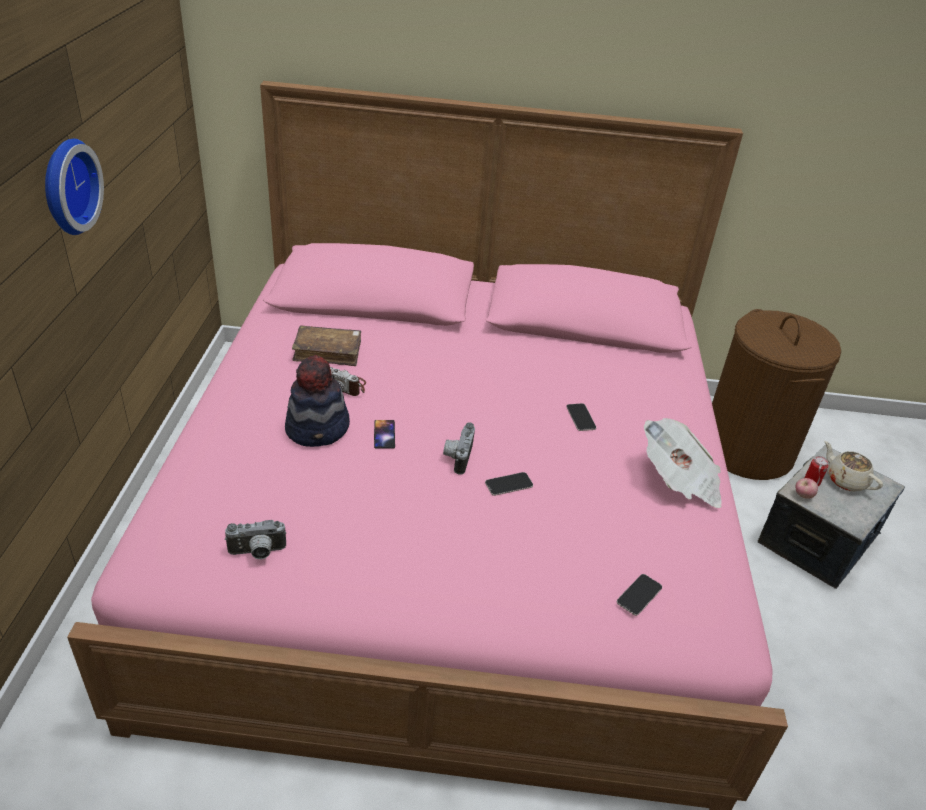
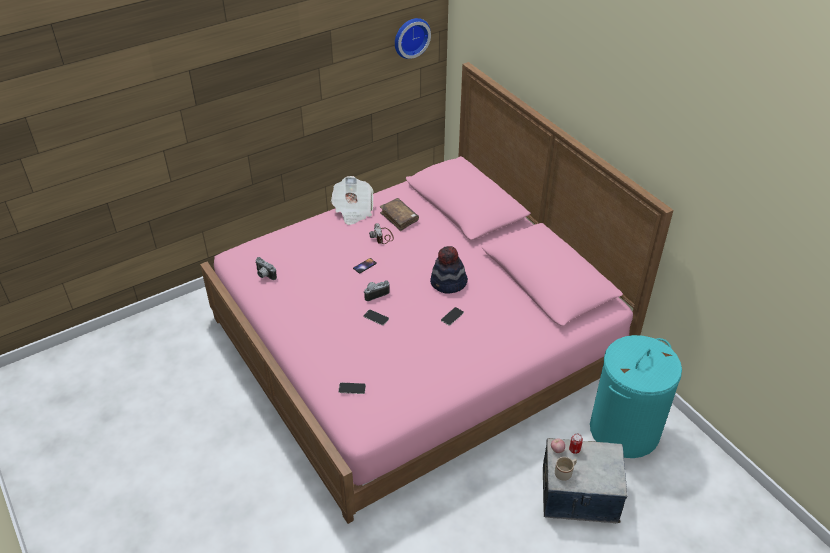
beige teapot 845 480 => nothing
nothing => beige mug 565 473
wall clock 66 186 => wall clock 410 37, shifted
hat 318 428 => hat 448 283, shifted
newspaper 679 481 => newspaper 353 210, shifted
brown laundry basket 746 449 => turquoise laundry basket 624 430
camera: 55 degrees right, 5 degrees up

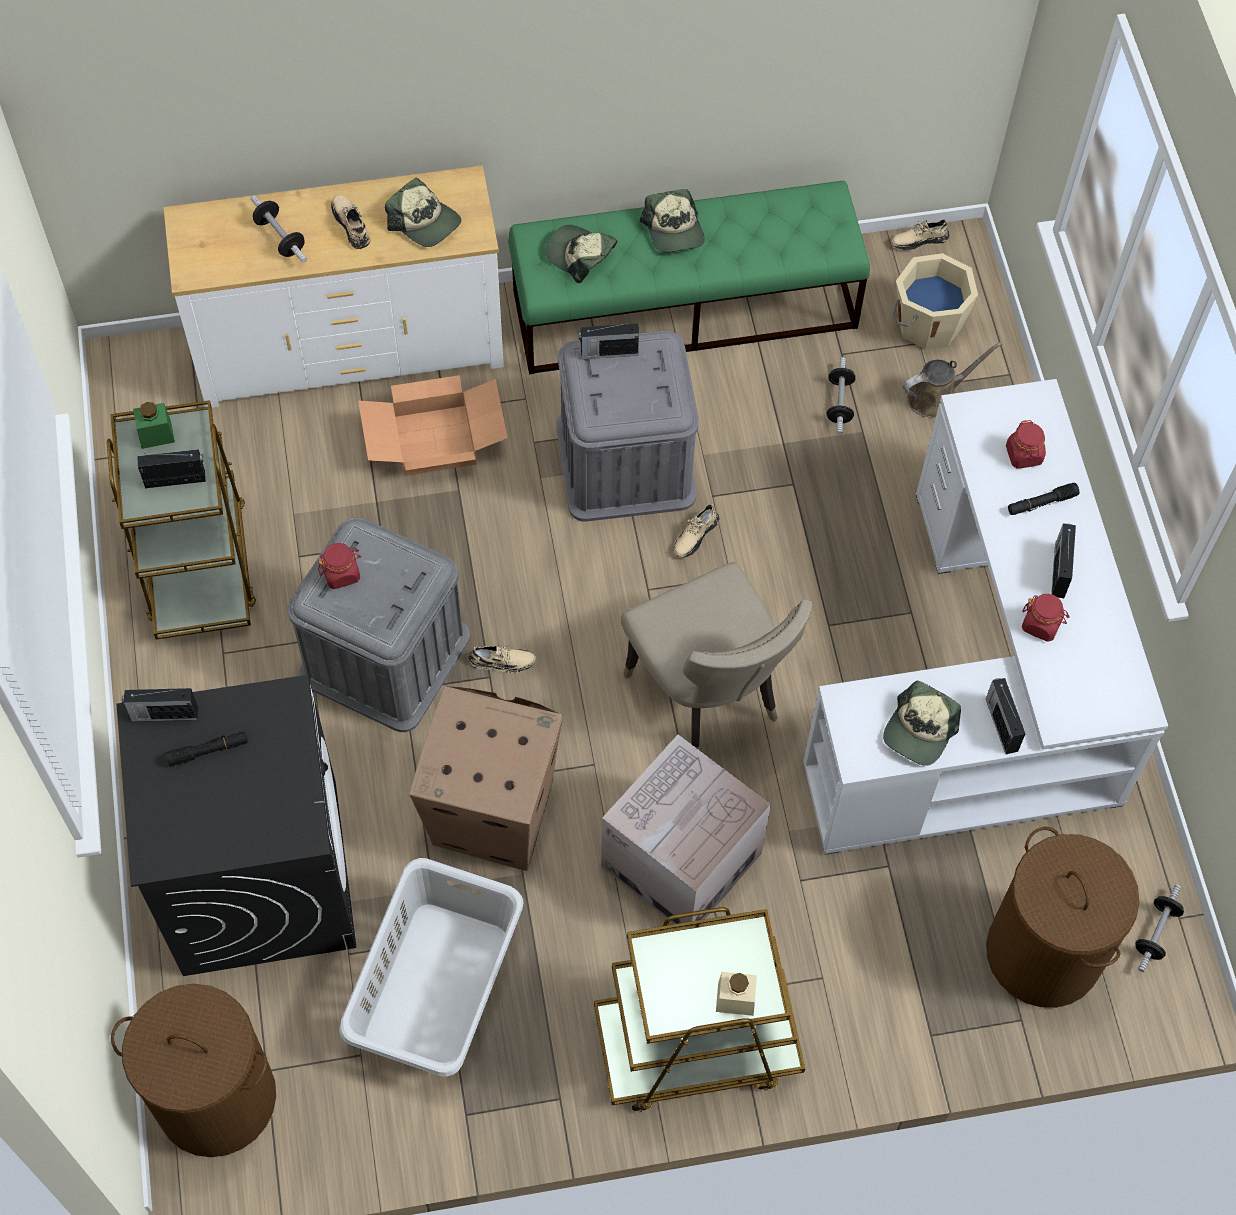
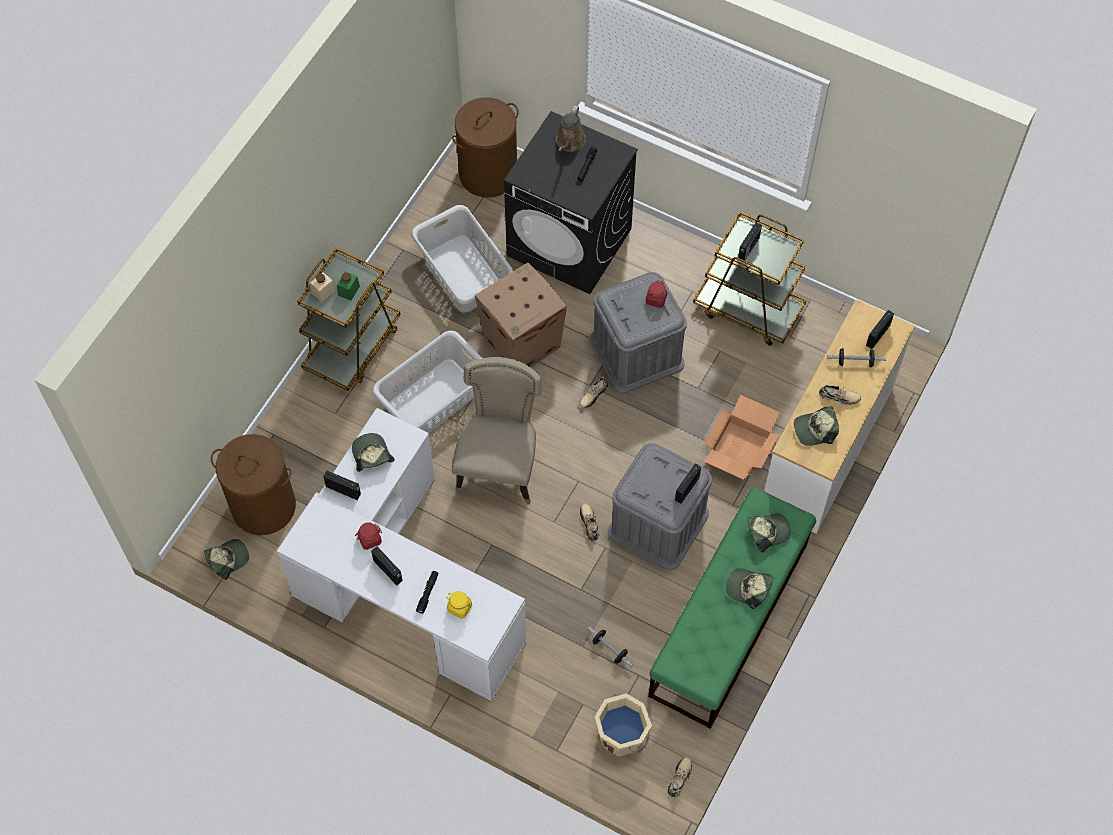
radio 163 714 => radio 878 335, shifted
green jar 156 434 => green jar 348 290, shifted
brown watering can 936 397 => brown watering can 570 142, shifted
cardboard box 681 860 => grey laundry basket 435 398
dumbbell 1156 933 => cap 228 559
red jar 1024 455 => yellow jar 459 607
beige chair 709 698 => beige chair 500 465, 90 degrees clockwise
camera: 130 degrees right, 0 degrees up

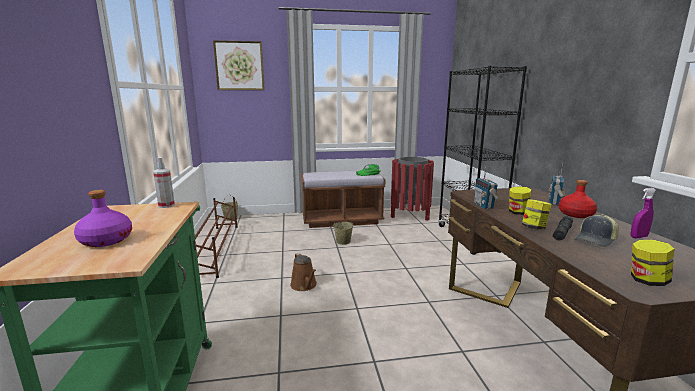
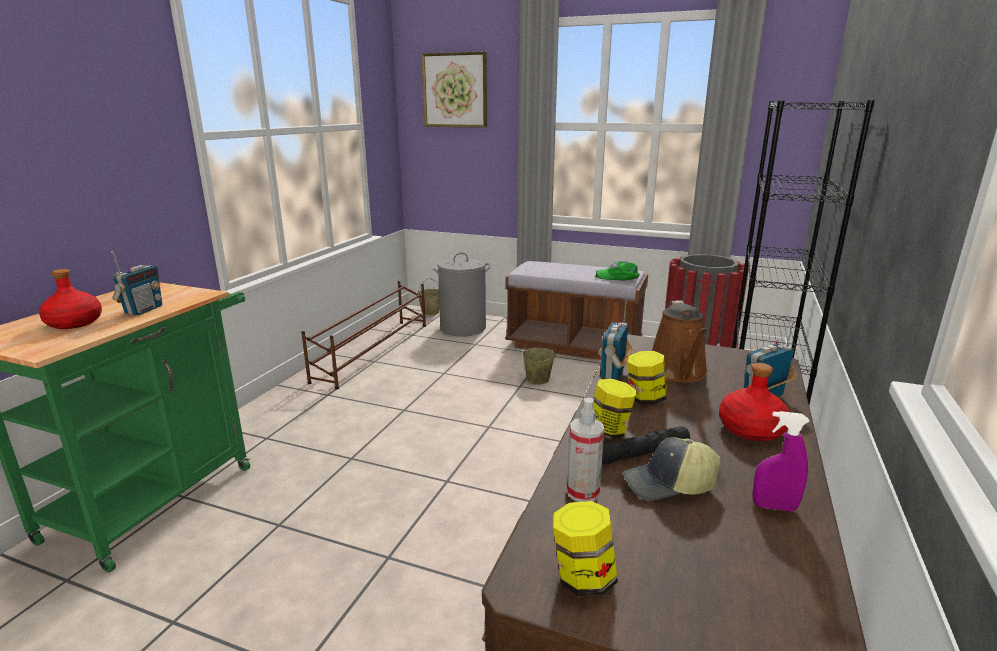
nothing => radio 143 310
nothing => grey laundry basket 463 328
spray bottle 166 205 => spray bottle 583 492, shifted
brown watering can 304 285 => brown watering can 678 373, shifted
purple bottle 105 240 => red bottle 74 323
camera: 30 degrees right, 5 degrees up

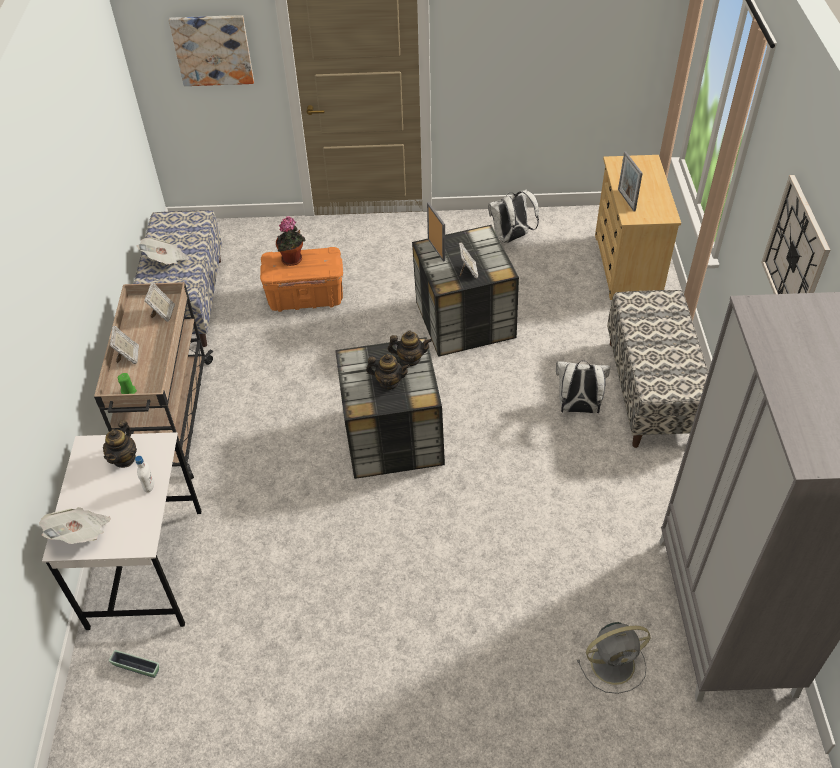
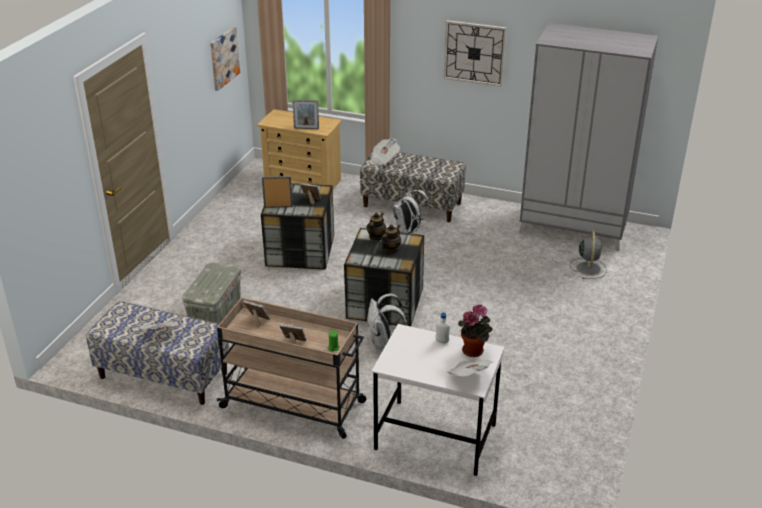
teapot 124 458 => nothing
planter 136 667 => nothing
nothing => newspaper 383 159
picture 213 50 => picture 223 58, shifted
potted plant 293 260 => potted plant 474 350, shifted
white backpack 511 238 => white backpack 383 343, shifted
orange storage box 306 297 => grey storage box 215 313
camera: 70 degrees left, 15 degrees down

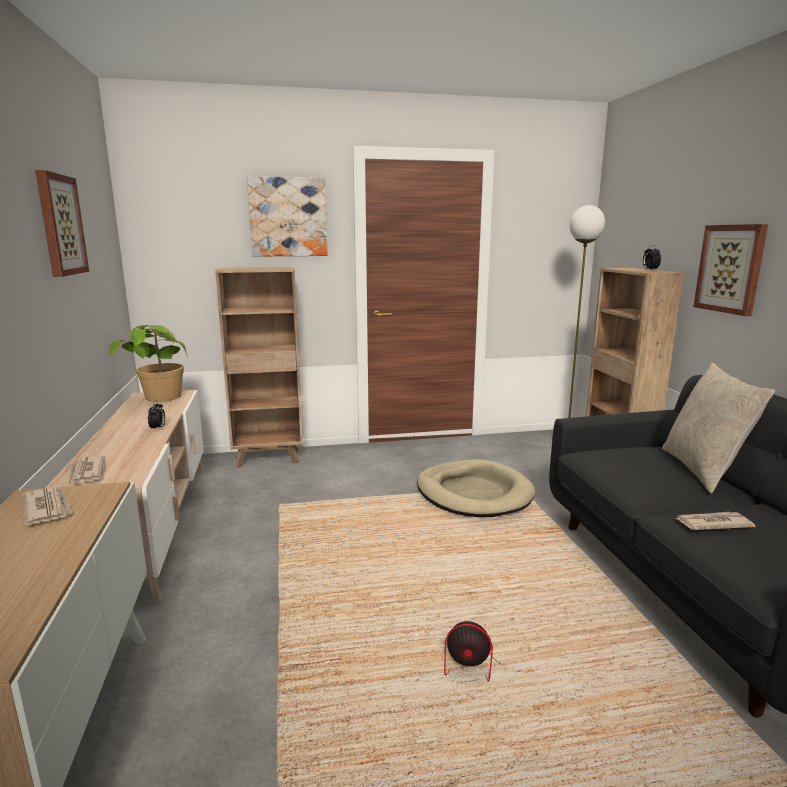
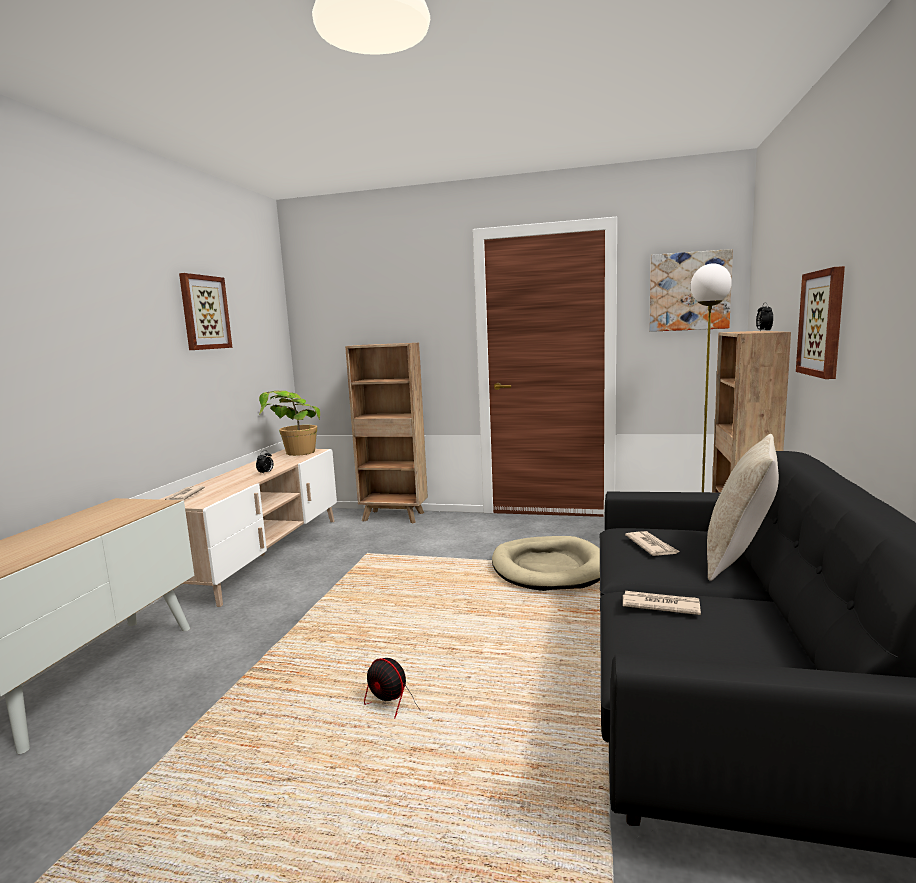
newspaper 47 508 => newspaper 651 546, shifted
picture 288 217 => picture 689 291, shifted
camera: 25 degrees right, 5 degrees down

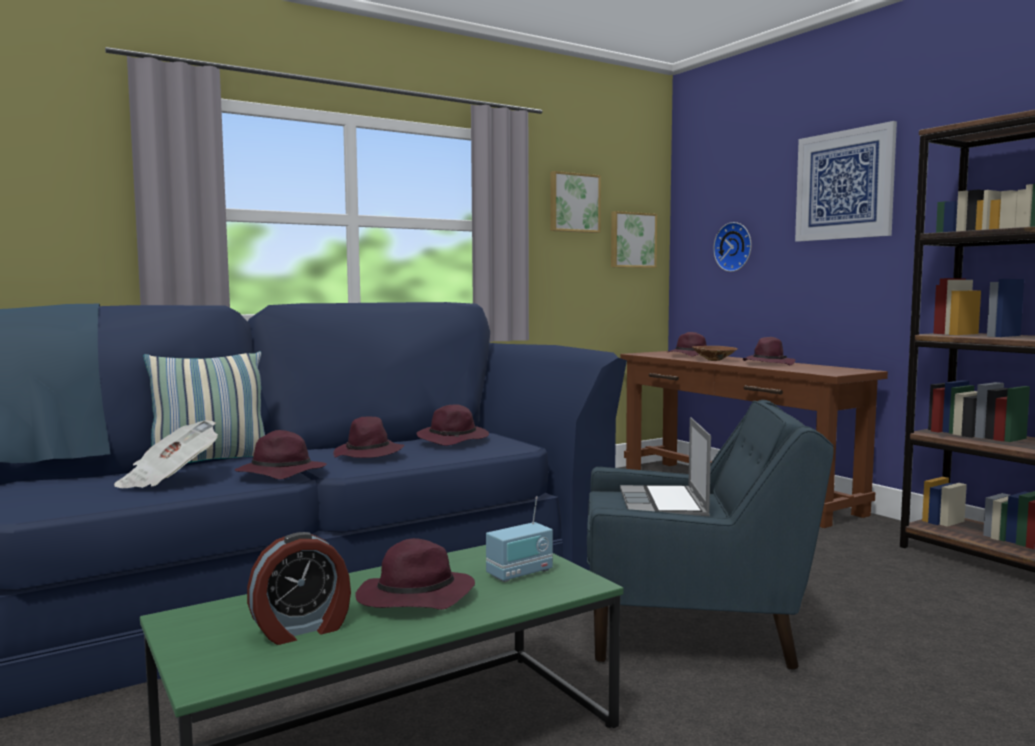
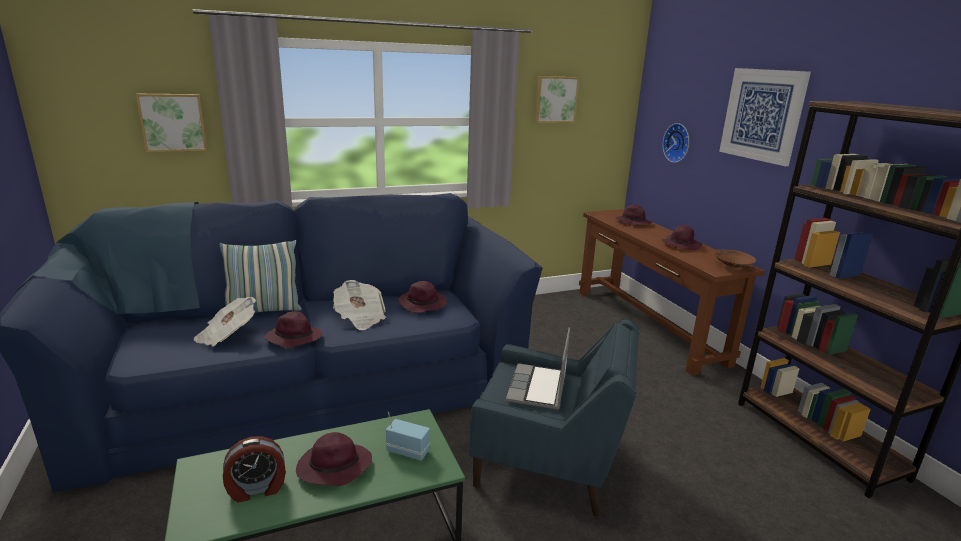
picture 632 240 => picture 173 122, shifted
brown bowl 714 360 => brown bowl 732 267, shifted
purple hat 369 454 => newspaper 360 318
radio 520 573 => radio 408 451, 135 degrees counterclockwise
camera: 10 degrees right, 15 degrees up

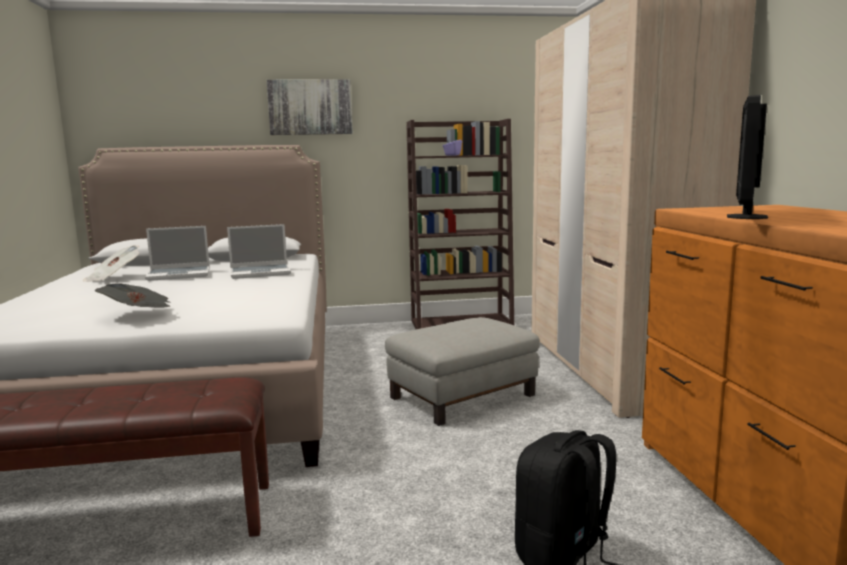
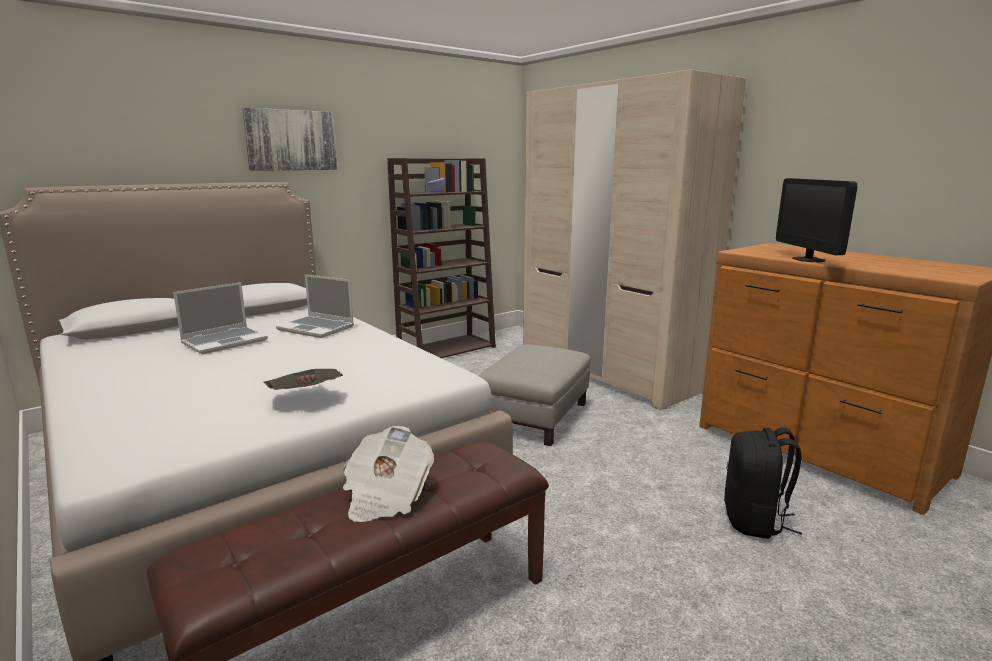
newspaper 113 278 => newspaper 386 496, shifted
laptop 261 273 => laptop 317 328, 75 degrees clockwise
camera: 30 degrees left, 5 degrees up

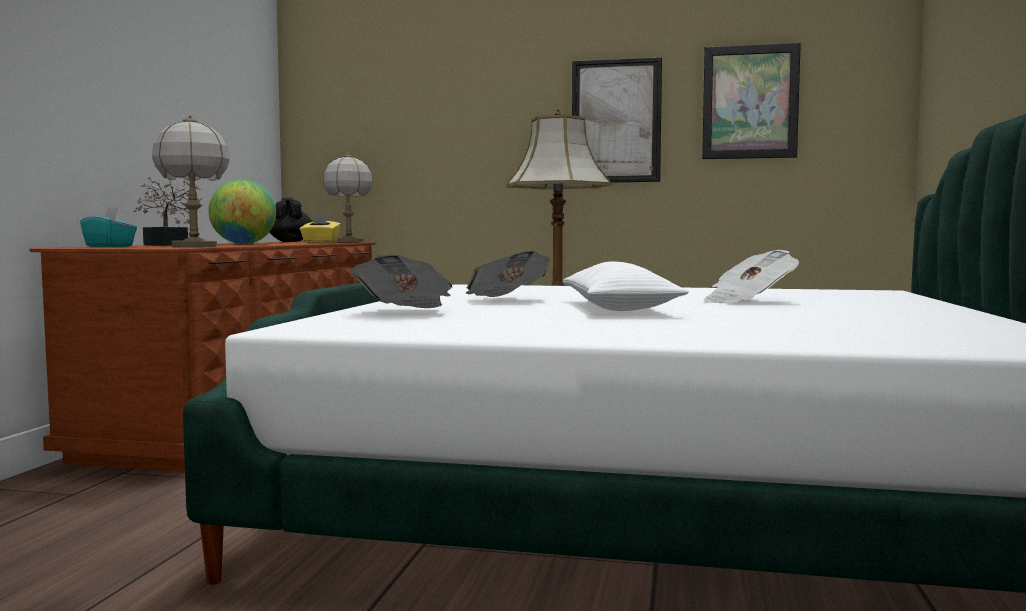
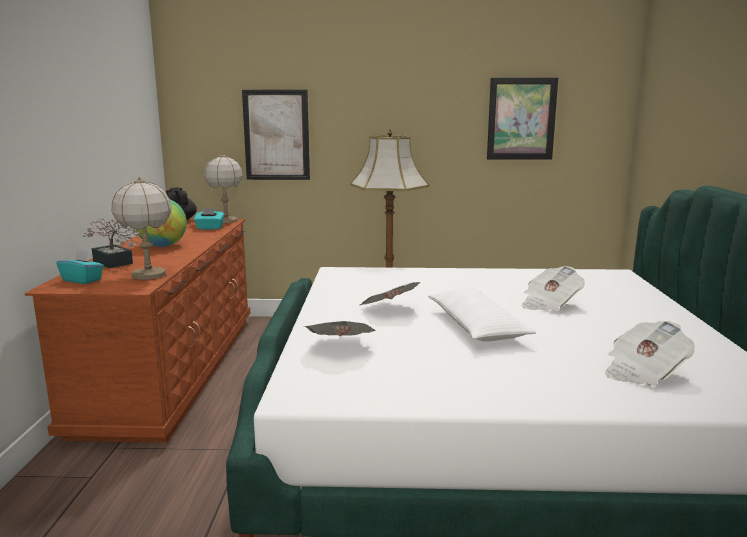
nothing => newspaper 643 373
picture 616 121 => picture 276 135, shifted
yellow tissue box 320 242 => turquoise tissue box 209 228
camera: 10 degrees left, 10 degrees up

